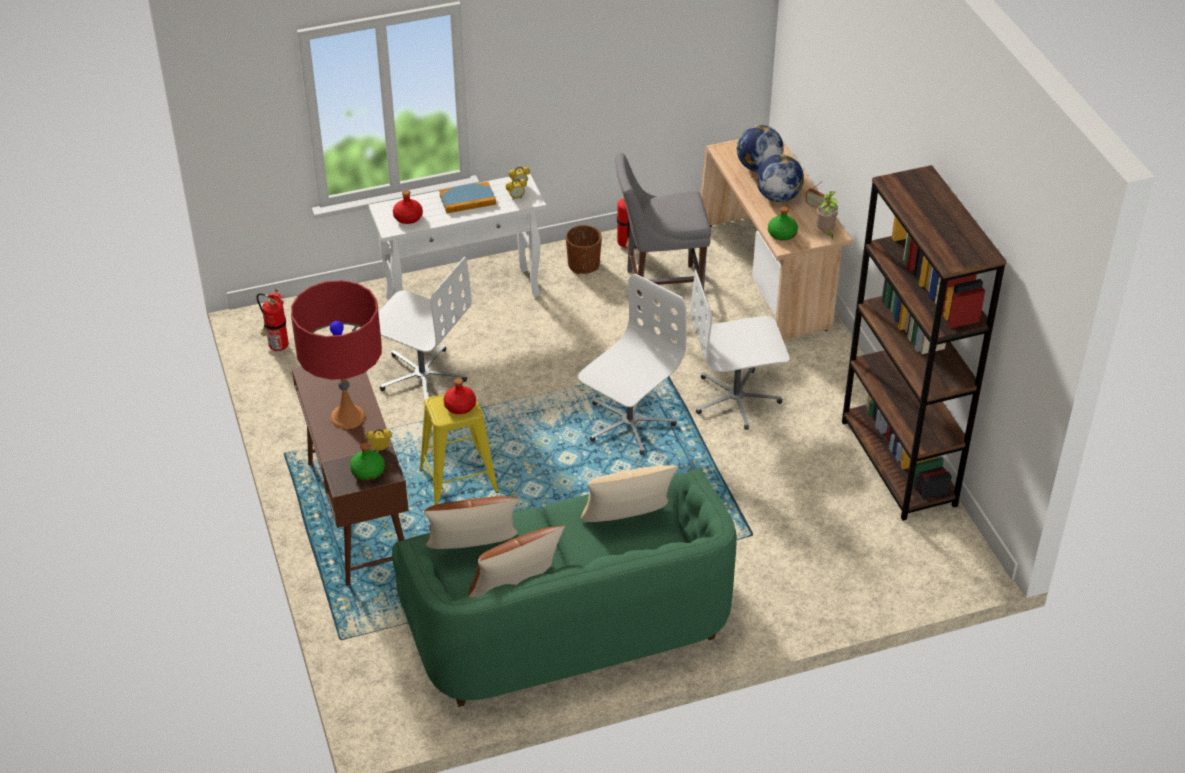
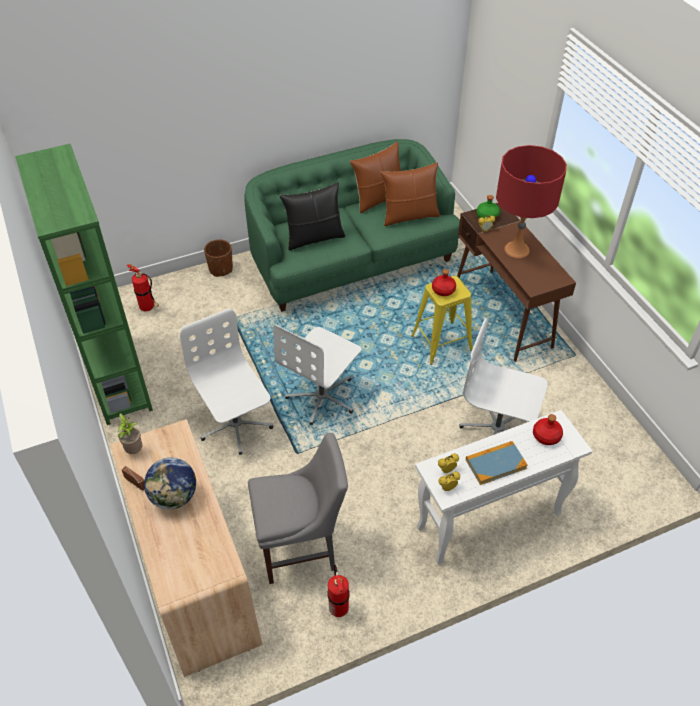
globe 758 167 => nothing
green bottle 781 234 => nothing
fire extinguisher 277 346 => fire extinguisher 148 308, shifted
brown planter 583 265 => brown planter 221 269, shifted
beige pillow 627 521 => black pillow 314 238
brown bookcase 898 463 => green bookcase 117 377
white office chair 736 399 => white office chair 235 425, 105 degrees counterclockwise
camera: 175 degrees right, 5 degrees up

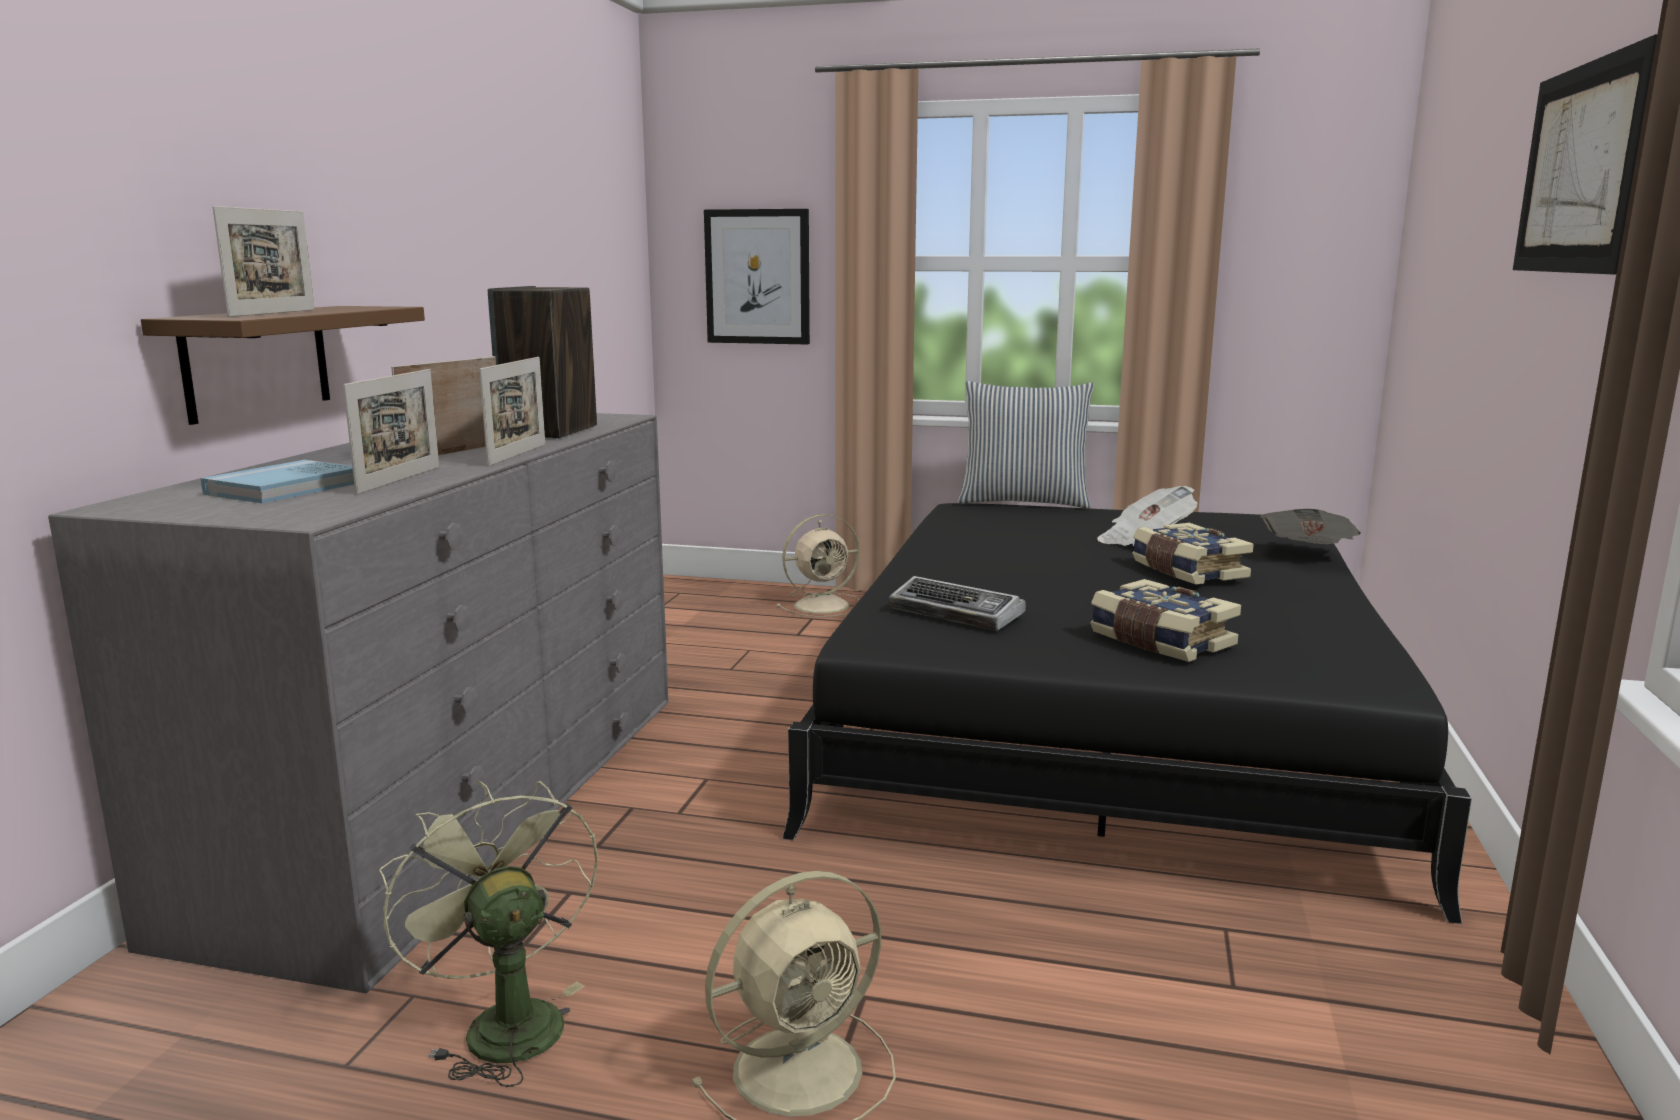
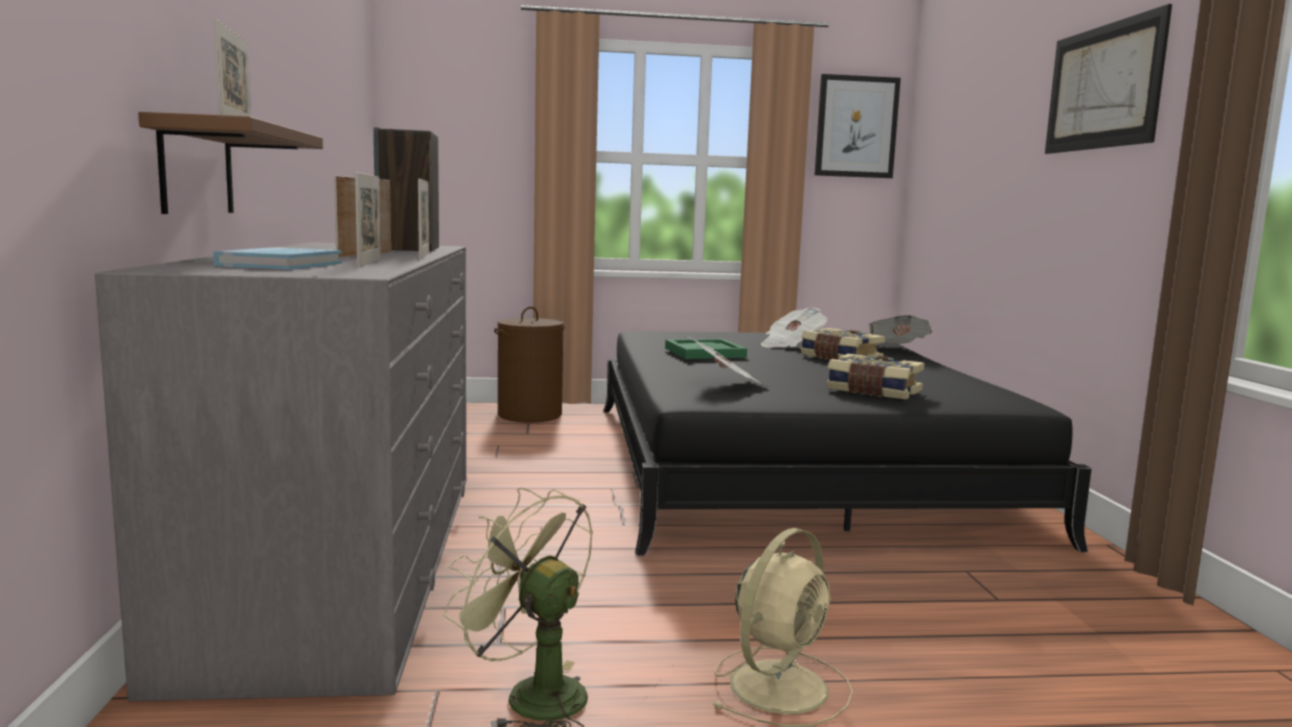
pillow 1023 502 => nothing
nothing => green tray 706 353
picture 758 277 => picture 856 127, shifted
beige fan 824 605 => brown laundry basket 530 414
keyboard 957 613 => newspaper 726 384
camera: 20 degrees left, 5 degrees down

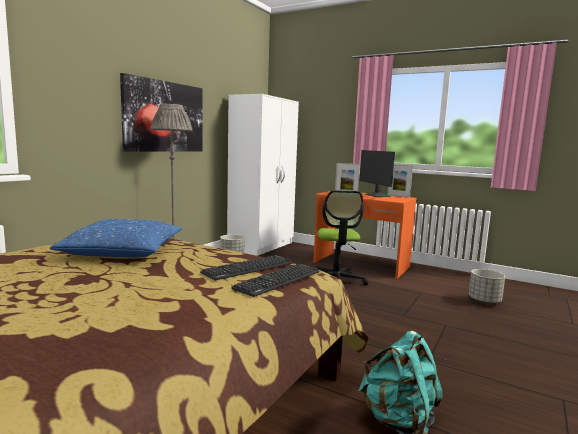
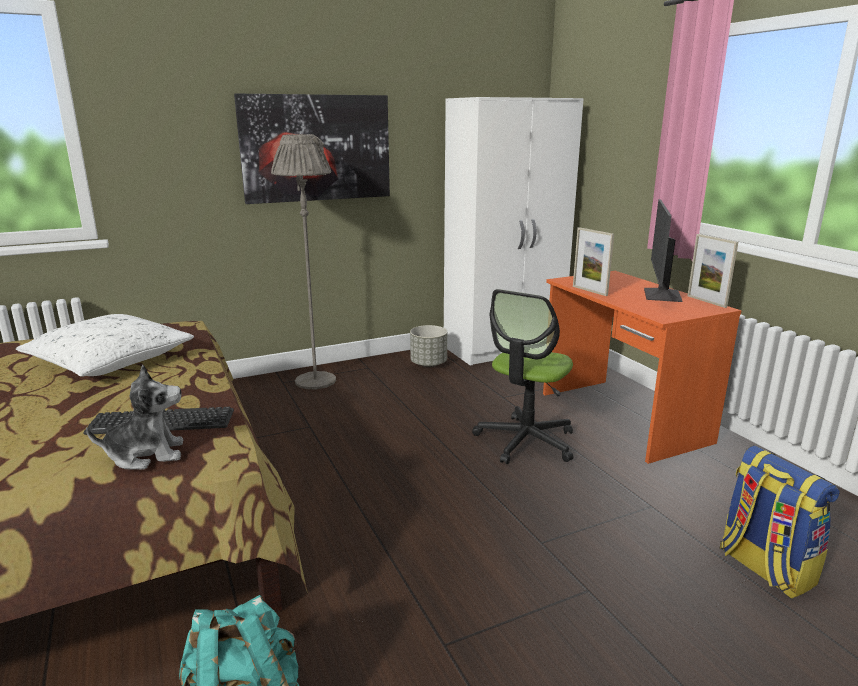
keyboard 278 280 => plush toy 146 455
grey planter 484 301 => backpack 764 568
blue pillow 123 251 => white pillow 110 360
camera: 35 degrees right, 10 degrees up

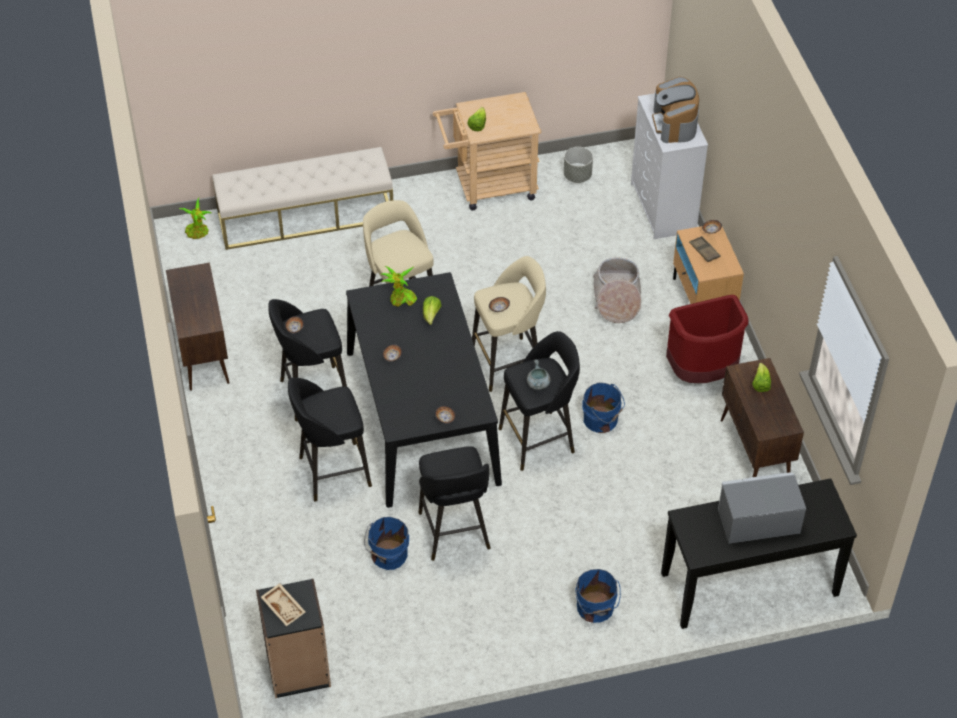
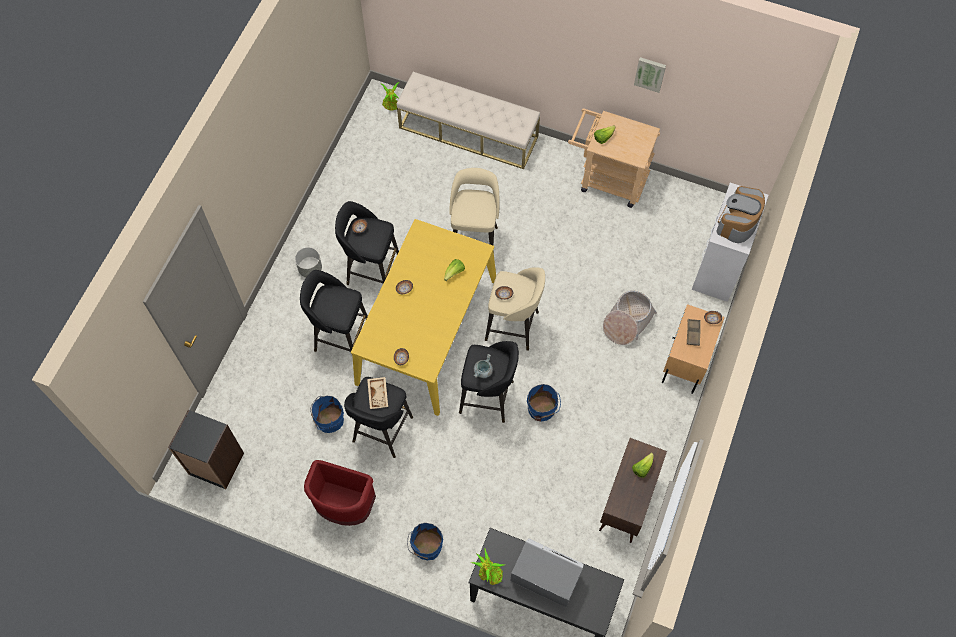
brown cabinet 203 353 => nothing
nothing => picture 650 73
beige tray 284 607 => beige tray 378 394, shifted
potted plant 401 300 => potted plant 489 573, shifted
grey planter 577 176 => grey planter 310 269, shifted
red trash can 703 372 => red trash can 345 506, shifted
black dining table 422 416 => yellow dining table 427 331
camera: 35 degrees right, 15 degrees up

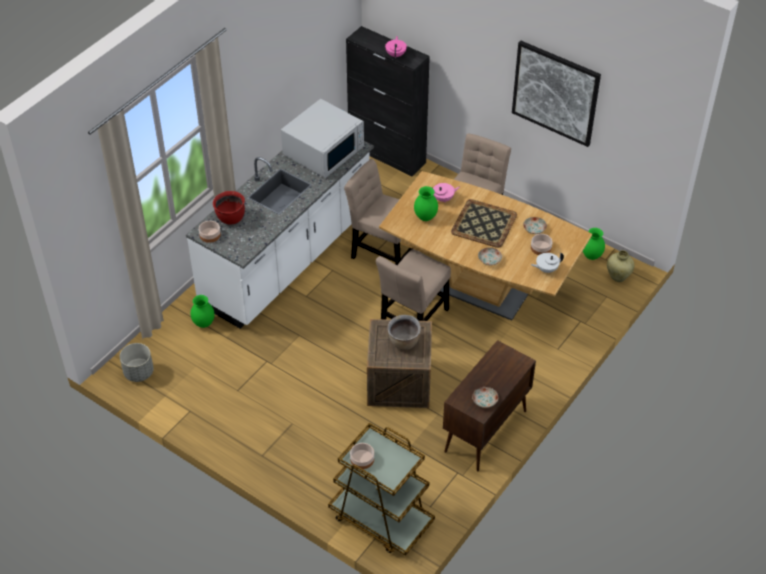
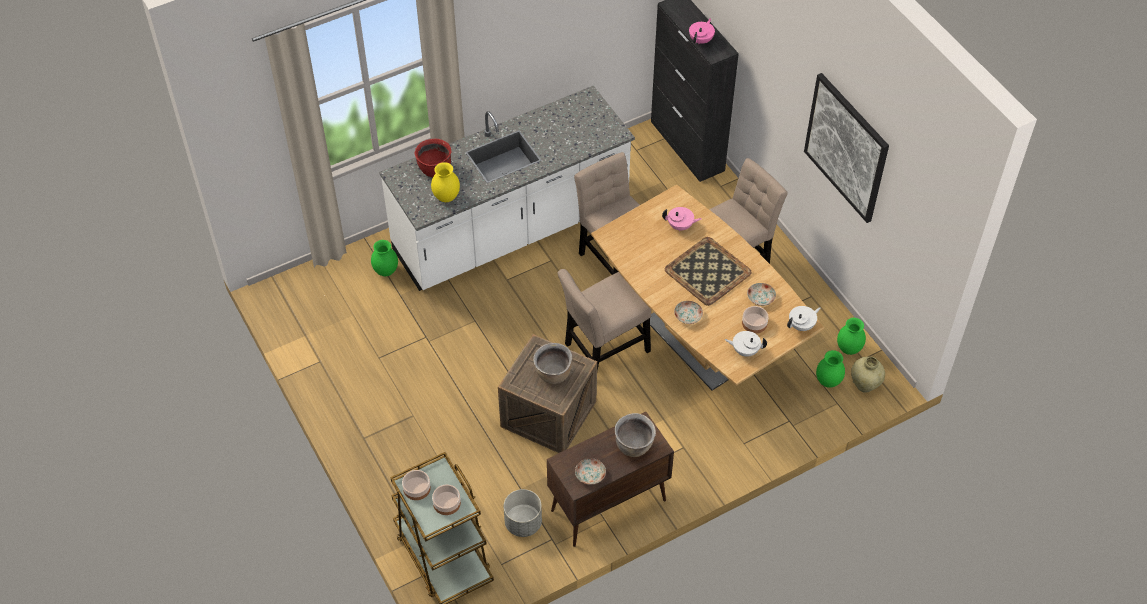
white microwave 324 151 => nothing
nothing => yellow vase 447 197
nothing => brown cooking pot 634 446
nothing => white teapot 802 325
grey planter 138 372 => grey planter 523 523, shifted
bowl 210 234 => bowl 447 502, shifted
green vase 426 217 => green vase 828 382, shifted
camera: 25 degrees right, 5 degrees up

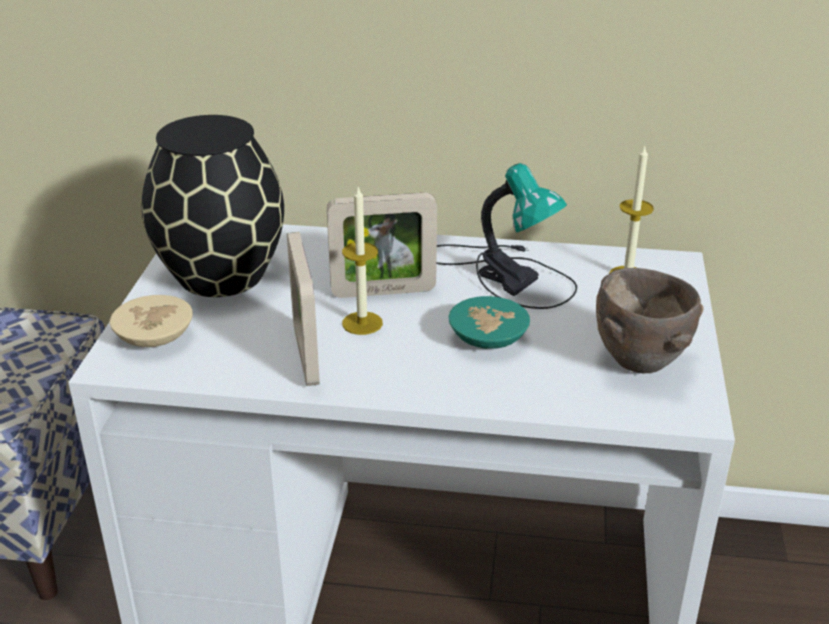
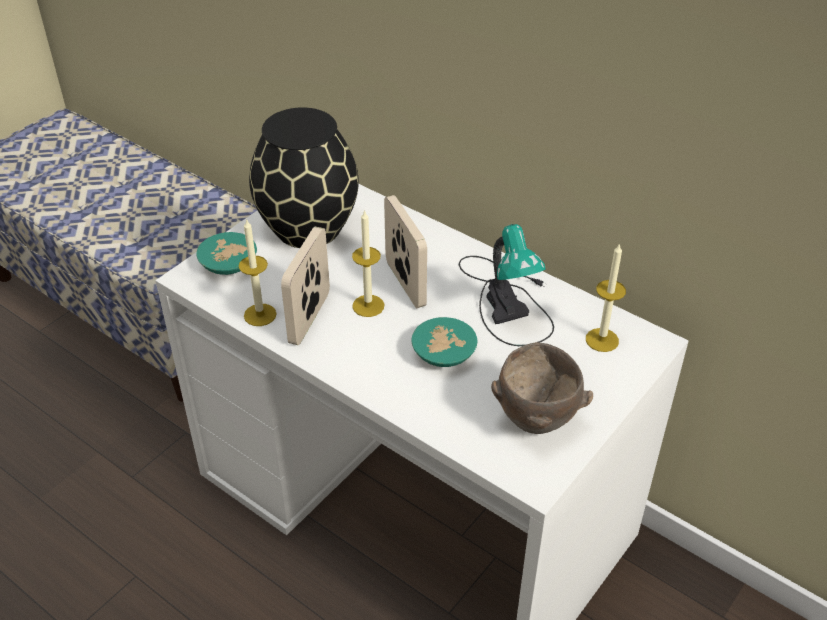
nothing => candle 260 315
beige bowl 157 336 => turquoise bowl 231 264
picture frame 383 291 => picture frame 405 284, 135 degrees counterclockwise
camera: 30 degrees right, 10 degrees up

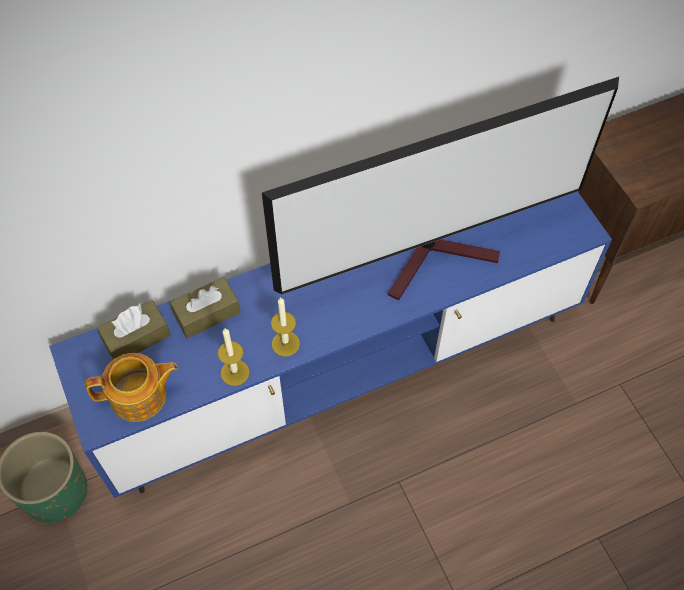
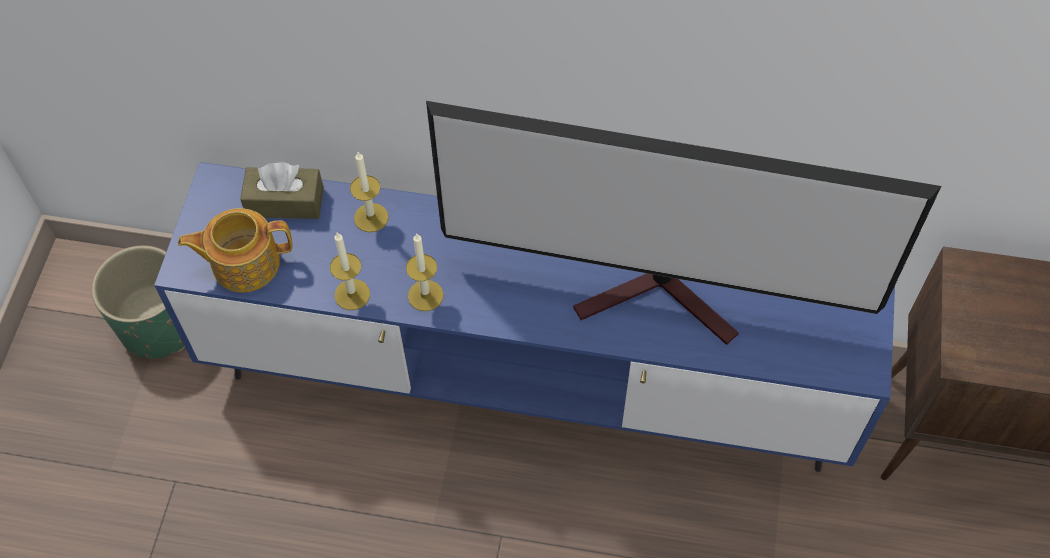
brown tissue box 207 313 => candle 371 217
teapot 140 396 => teapot 244 263, 150 degrees clockwise
camera: 35 degrees right, 0 degrees up

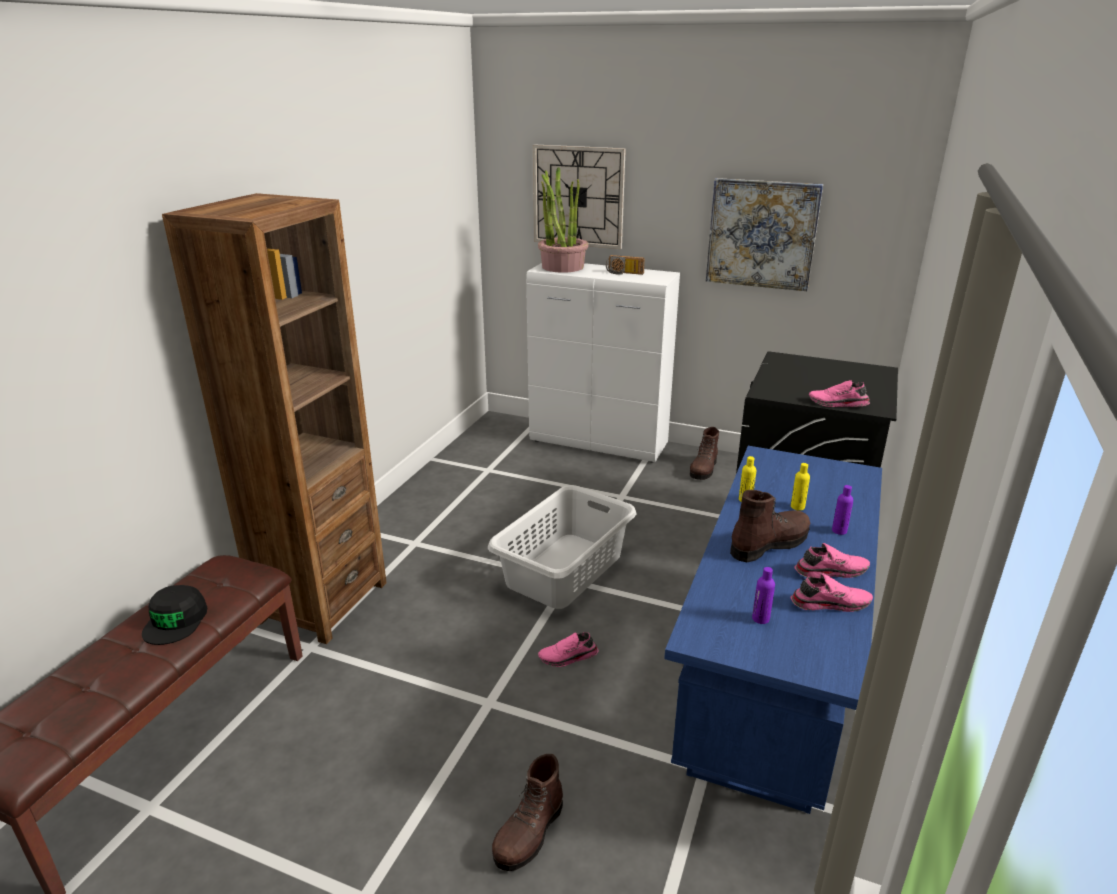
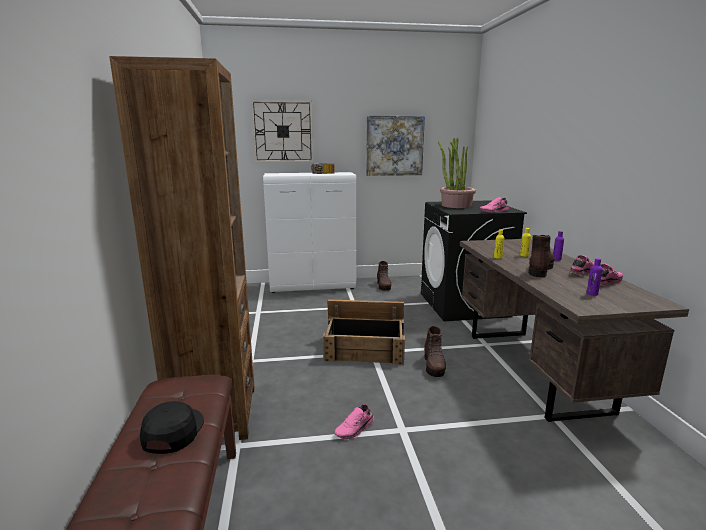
brown boot 529 834 => brown boot 434 366, shifted
potted plant 562 267 => potted plant 456 205, shifted
pink shoe 568 658 => pink shoe 355 429, shifted
grey laundry basket 565 570 => crate 365 348
blue desk 770 693 => brown desk 534 370
black cap 176 621 => black cap 173 431, 150 degrees counterclockwise
camera: 30 degrees left, 10 degrees down

